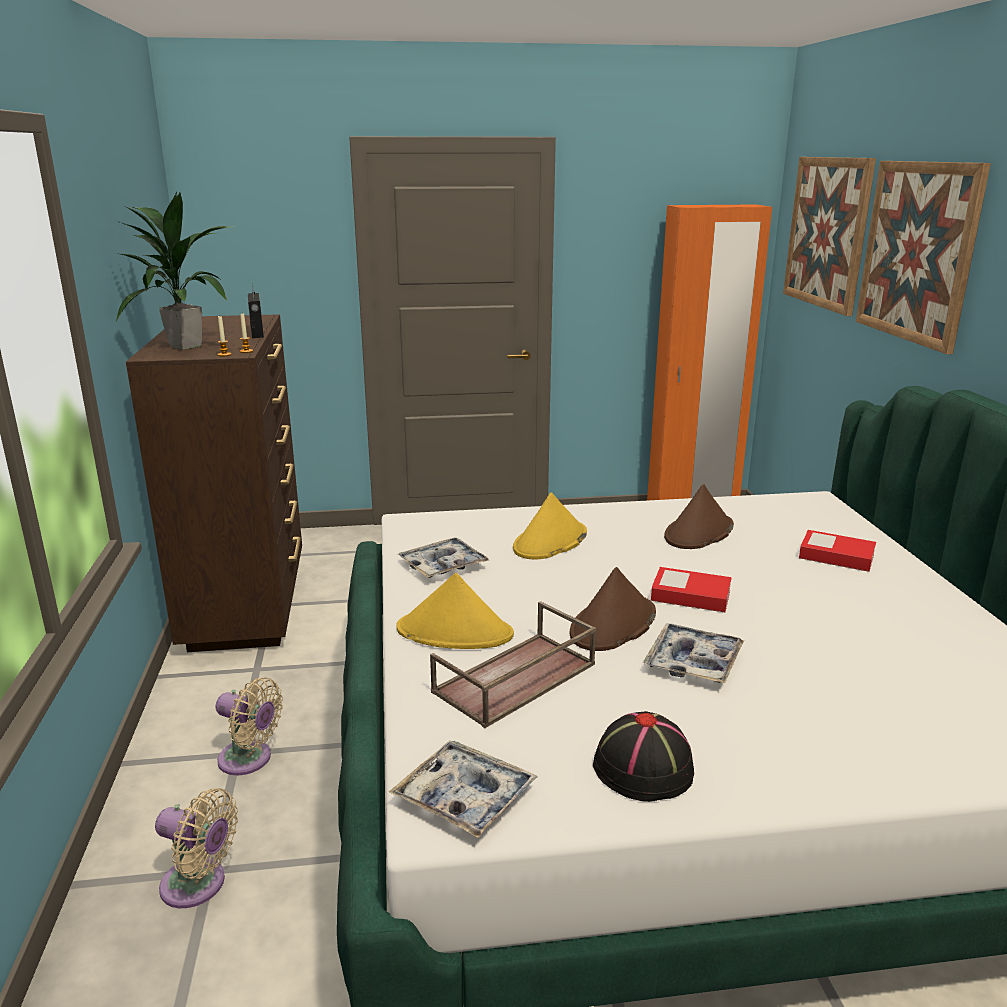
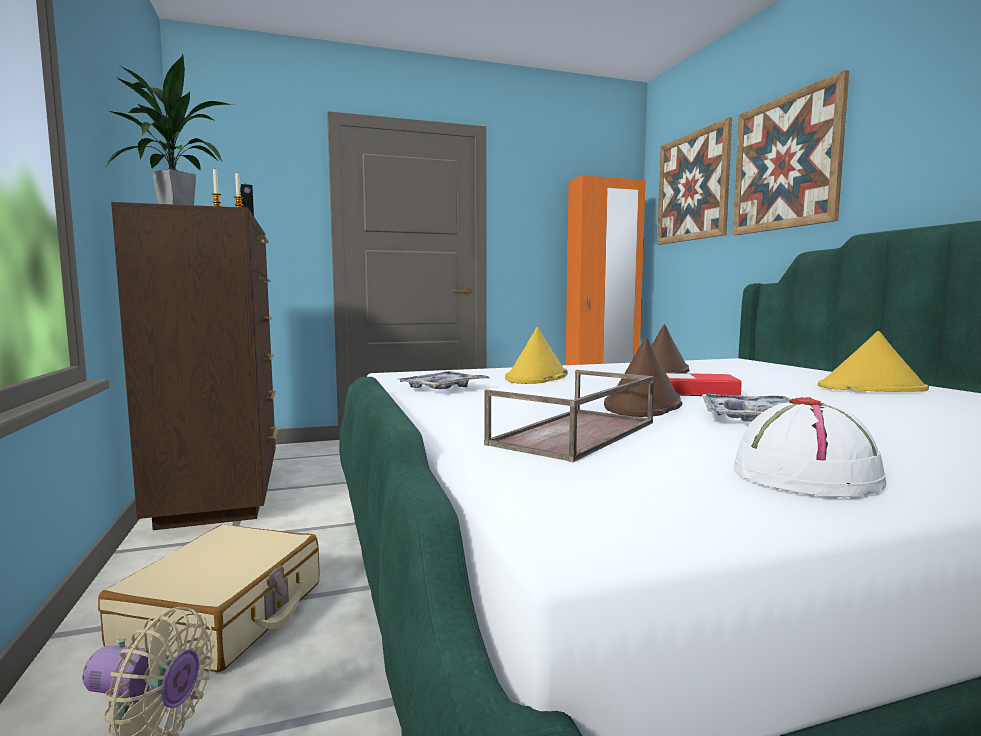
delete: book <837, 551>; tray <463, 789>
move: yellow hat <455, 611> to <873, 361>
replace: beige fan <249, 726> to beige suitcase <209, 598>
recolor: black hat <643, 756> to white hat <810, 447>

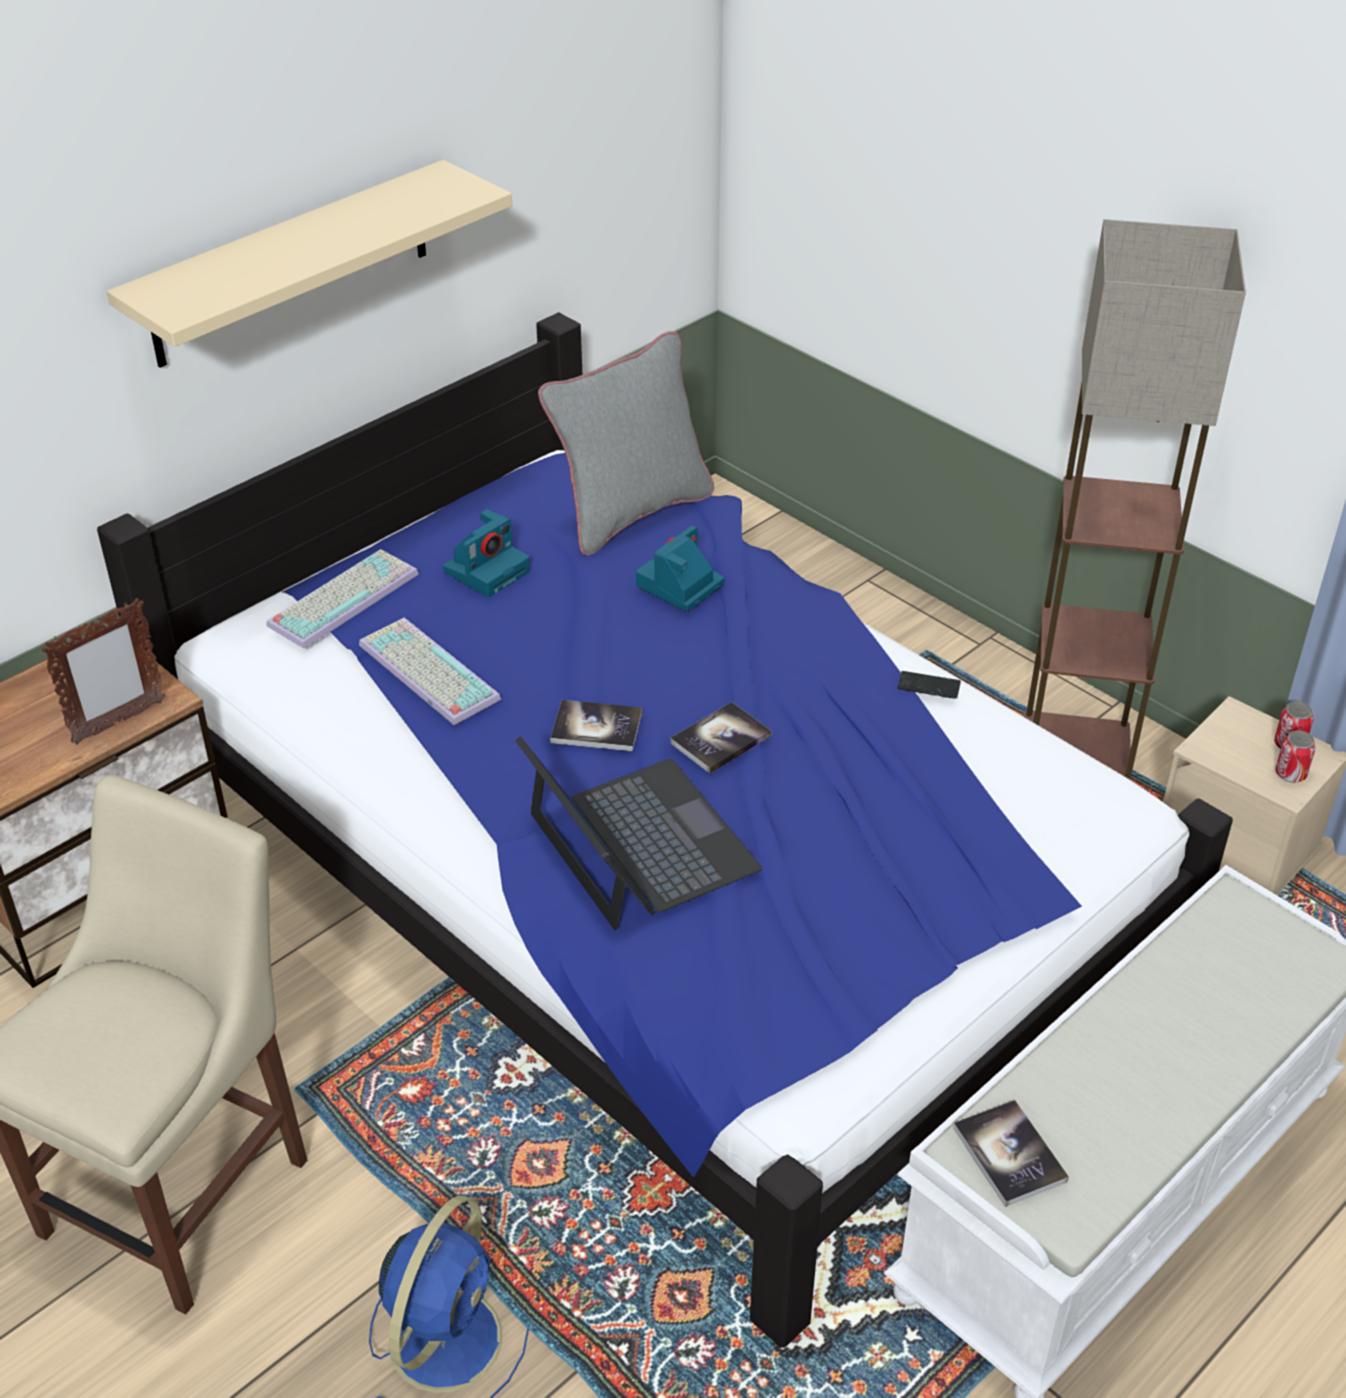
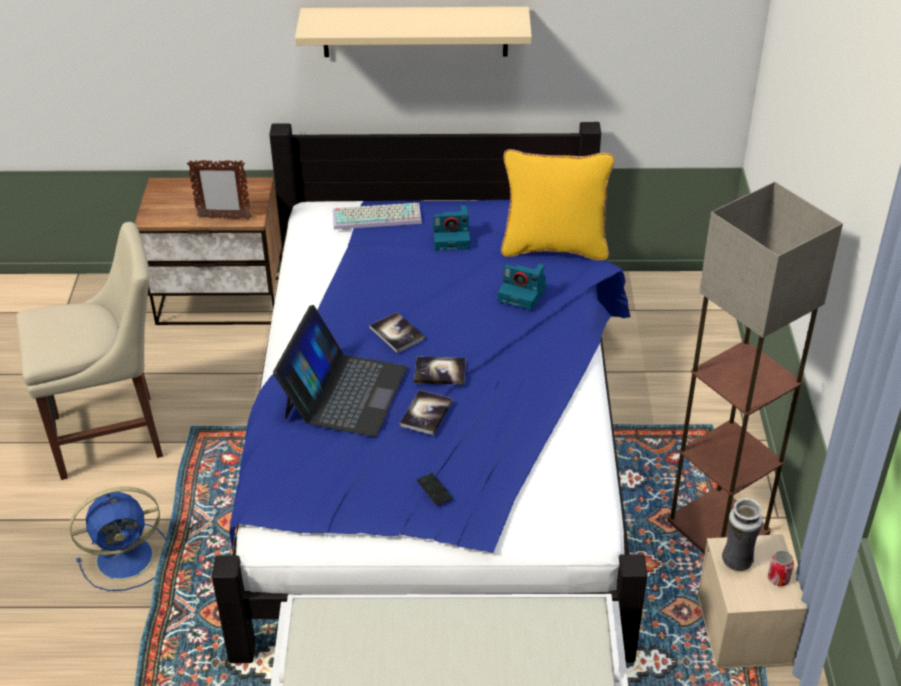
delete: keyboard <430, 671>; can <1295, 757>
insert: vase <742, 534>
move: phone <929, 685> to <435, 489>; book <1011, 1153> to <426, 412>
recolor: grey pillow <626, 443> to yellow pillow <558, 205>
rotate: photo camera <680, 568> = <522, 287> 150 degrees counterclockwise

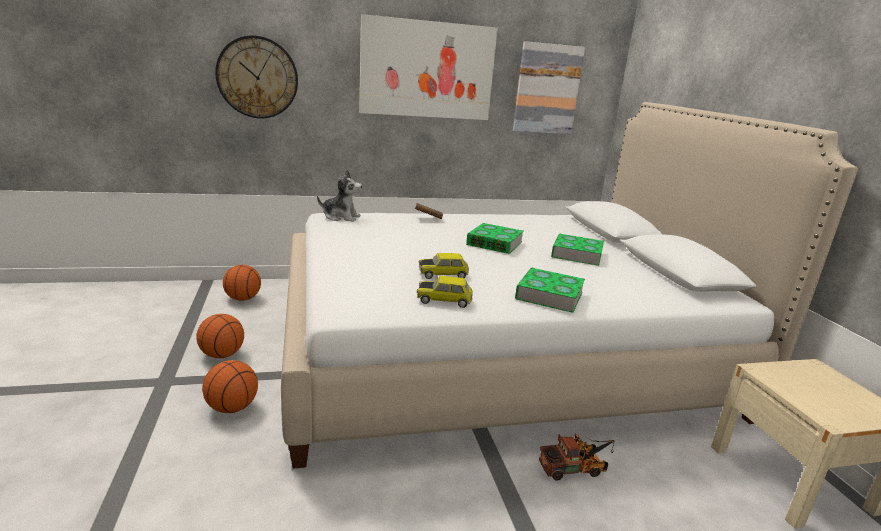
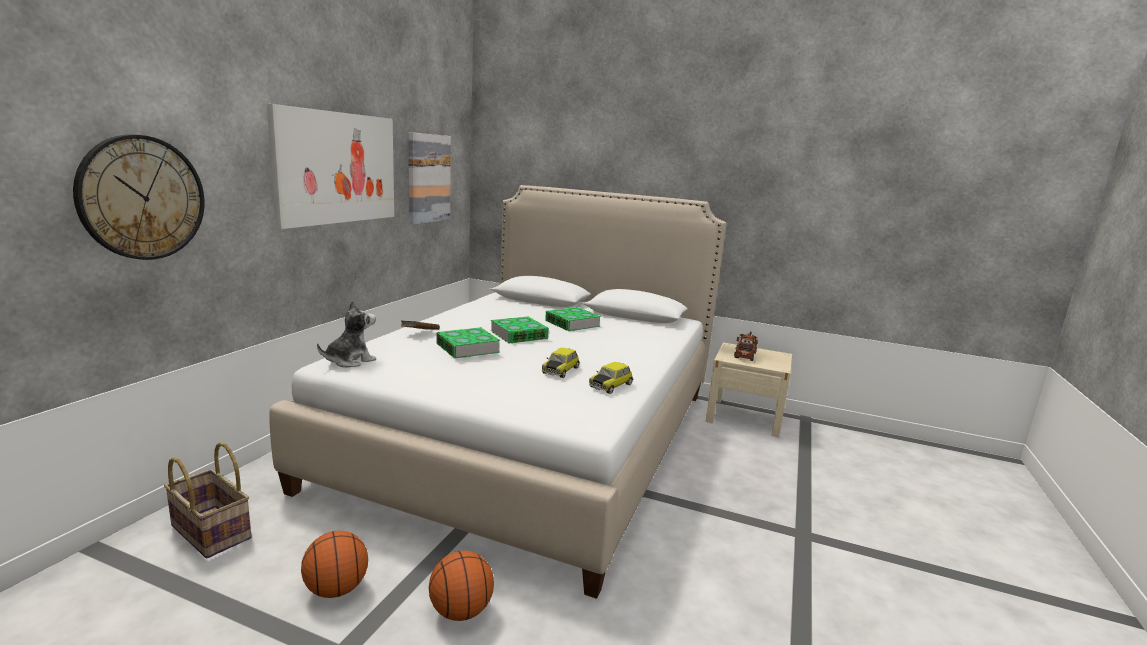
move: book <550, 290> to <468, 342>; toy truck <576, 457> to <746, 346>
replace: basketball <242, 283> to basket <208, 500>

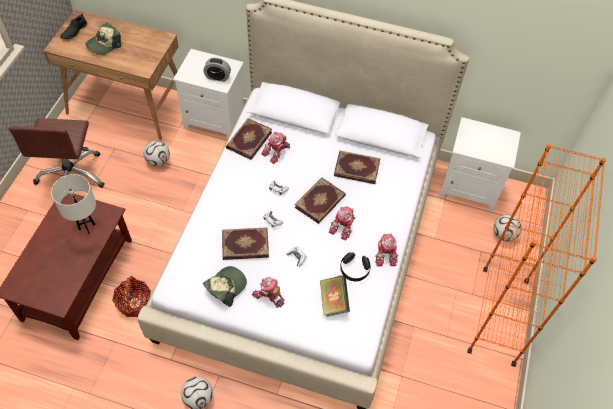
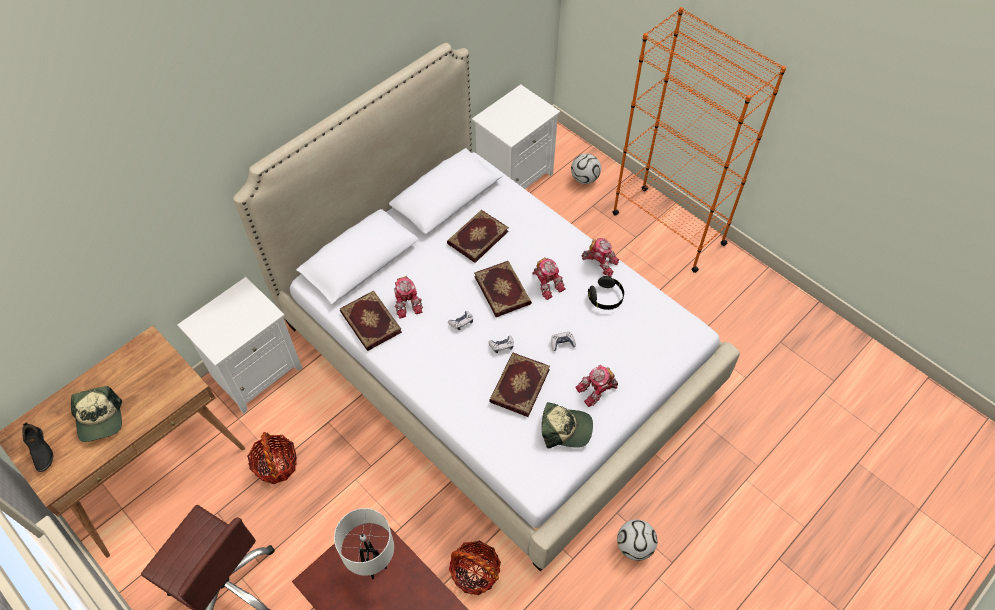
delete: alarm clock <217, 70>; book <335, 296>
replace: football <156, 153> to basket <272, 458>
rotate: cap <225, 286> = <567, 425> 120 degrees clockwise

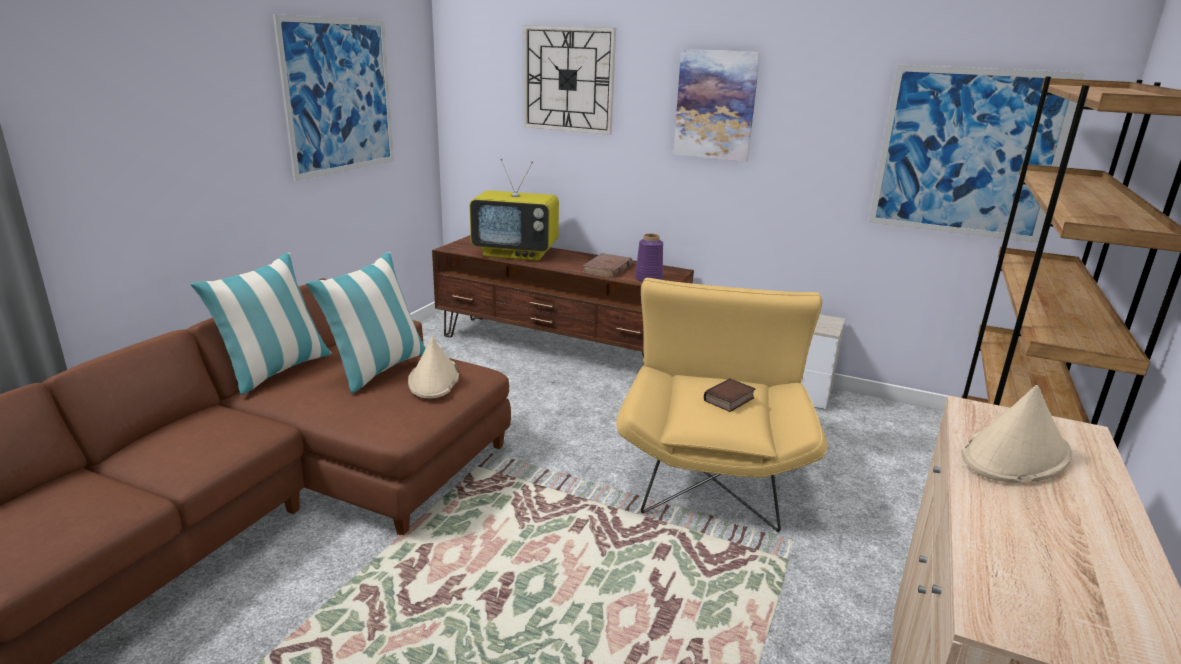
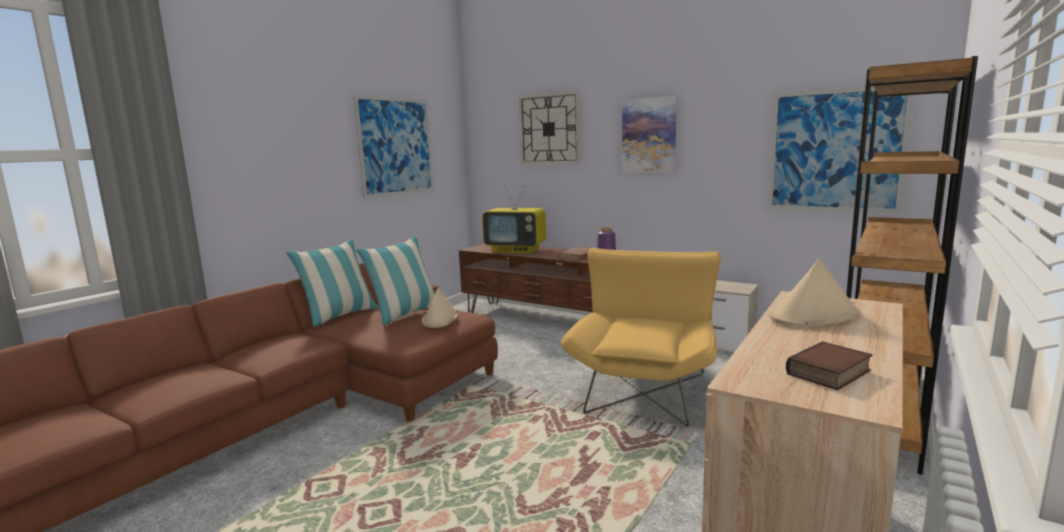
move: book <729, 395> to <829, 365>

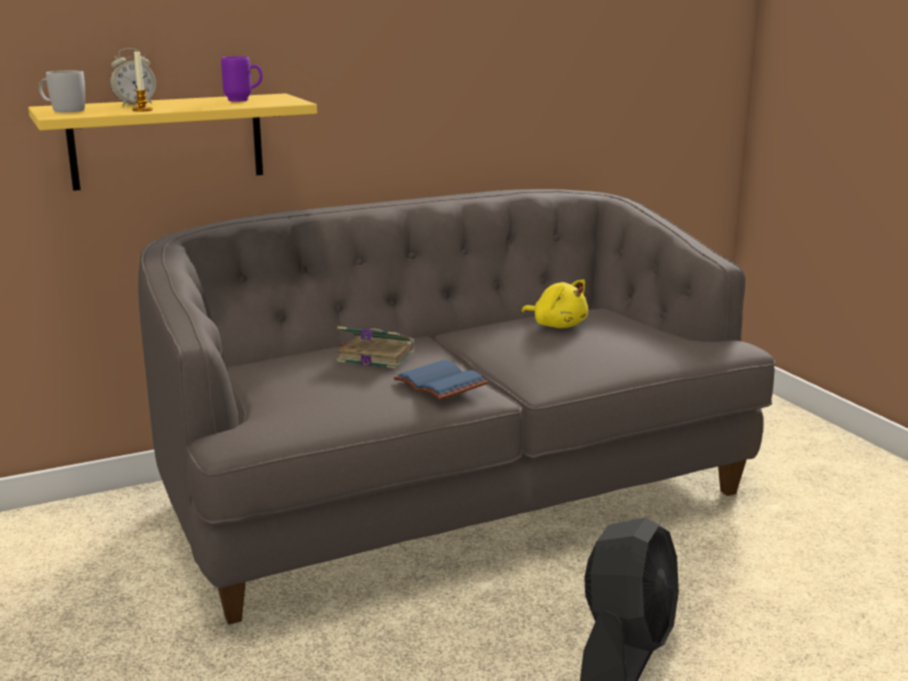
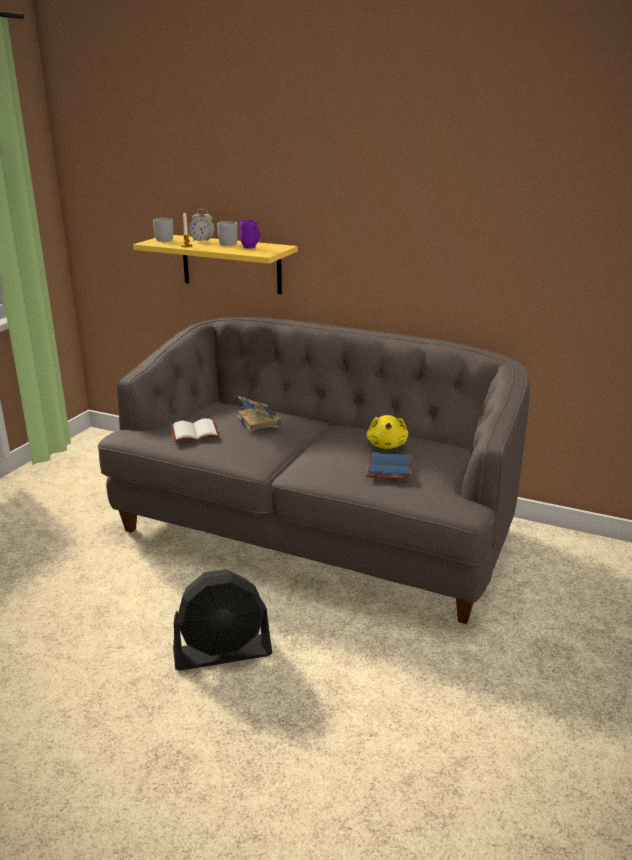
insert: white mug <227, 233>; white book <195, 430>
move: blue book <441, 380> to <389, 466>

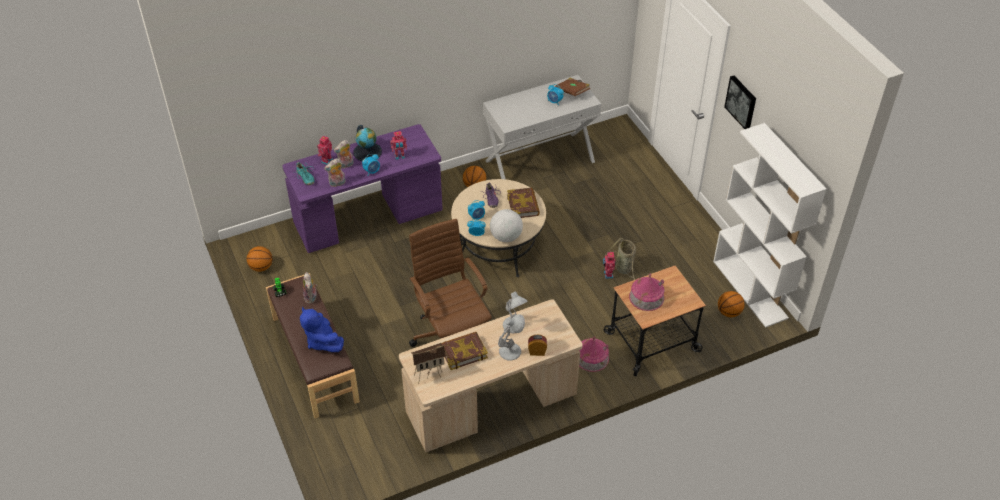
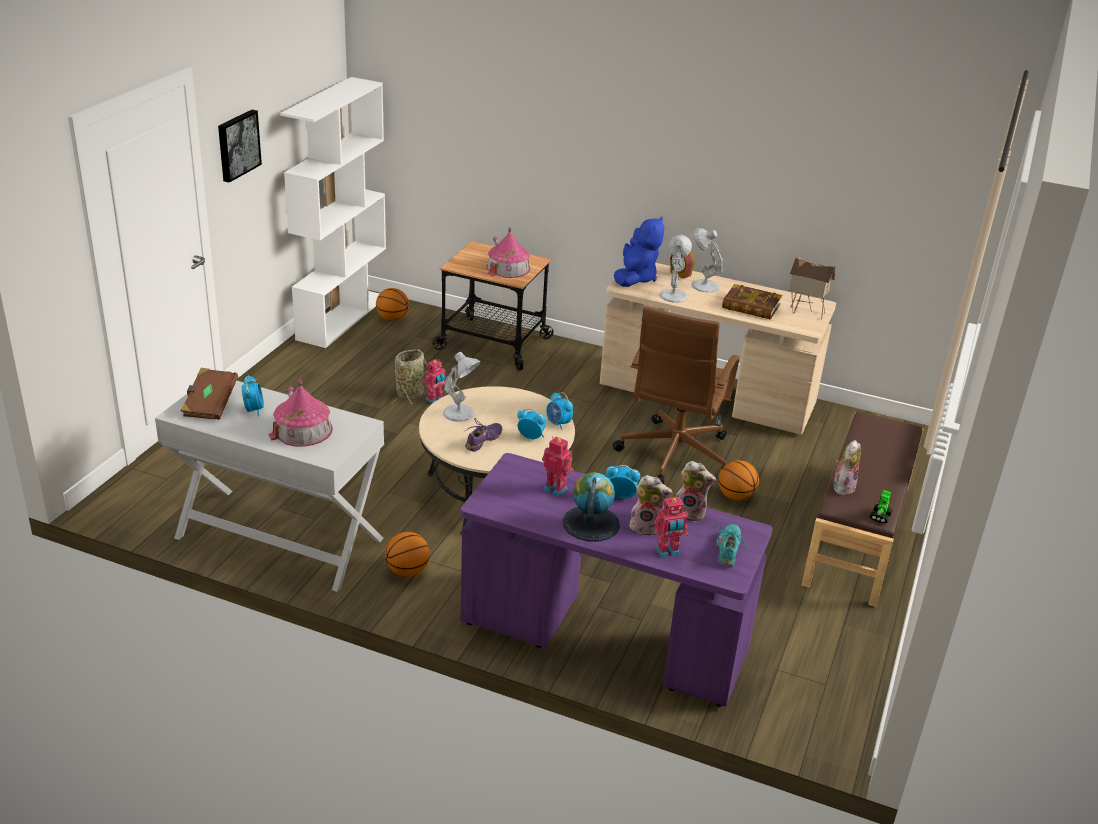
delete: globe <506, 225>
move: basketball <260, 259> to <738, 480>; blue plush toy <322, 329> to <639, 251>; toy house <594, 354> to <301, 413>
replace: book <523, 203> to white table lamp <461, 387>

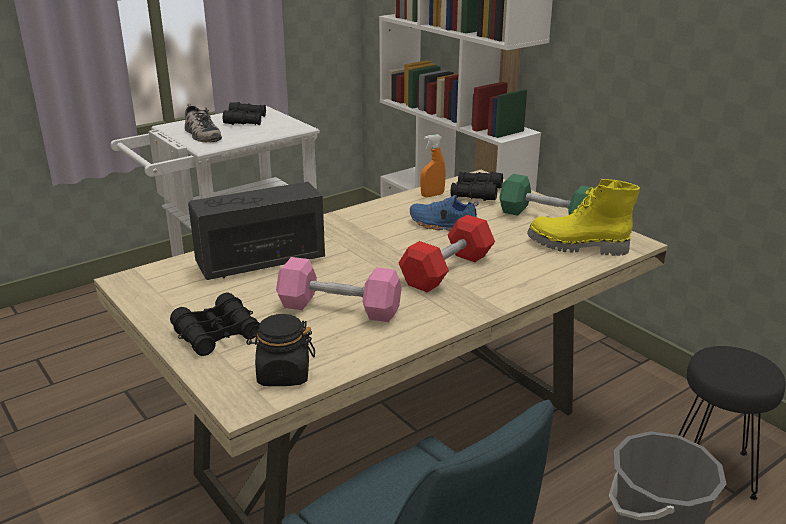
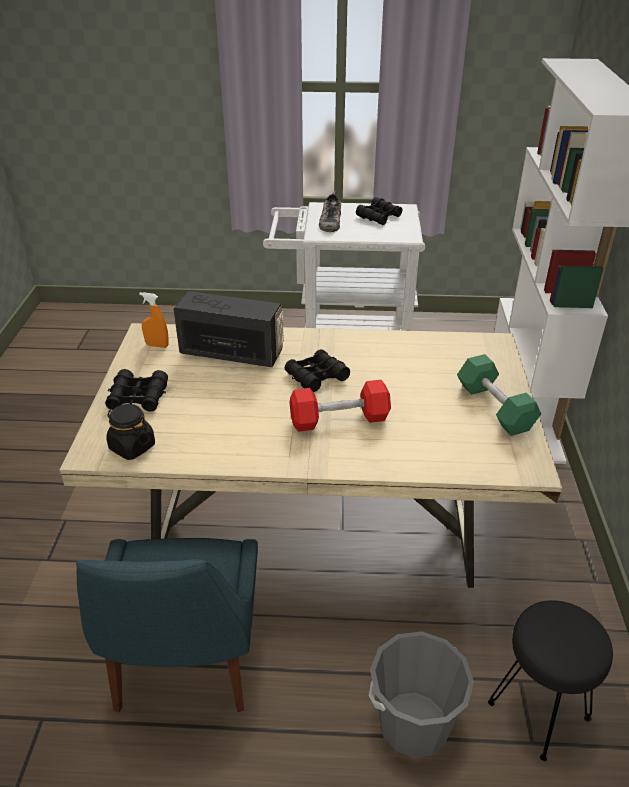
delete: yellow boot <583, 217>; blue shoe <444, 213>; pink dumbbell <339, 289>
move: orange spray bottle <433, 165> to <154, 320>; black binoculars <476, 186> to <317, 370>

